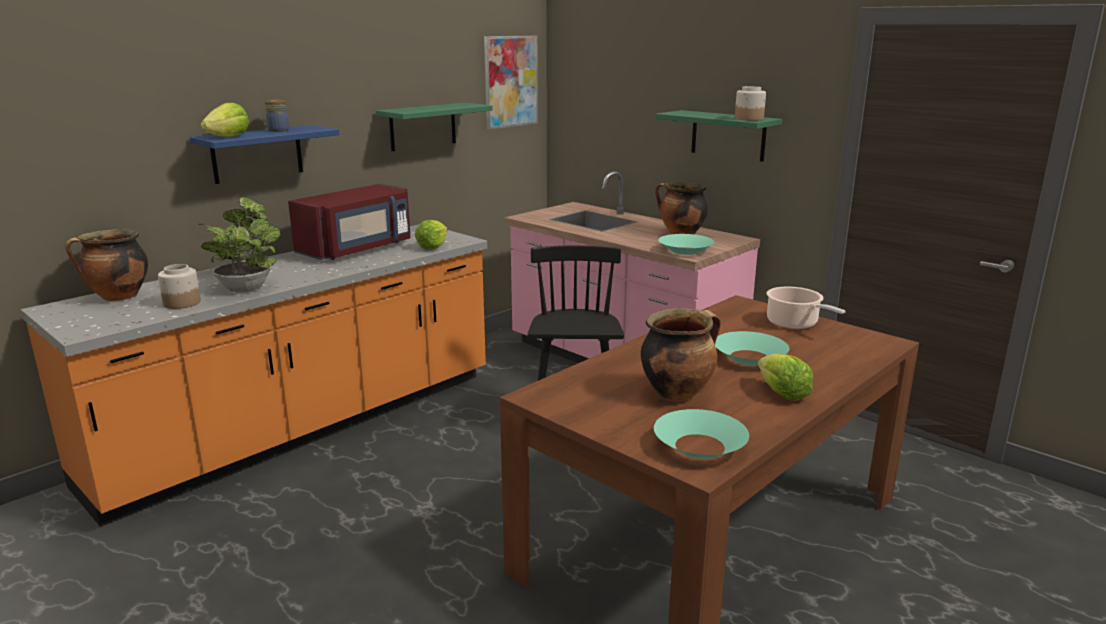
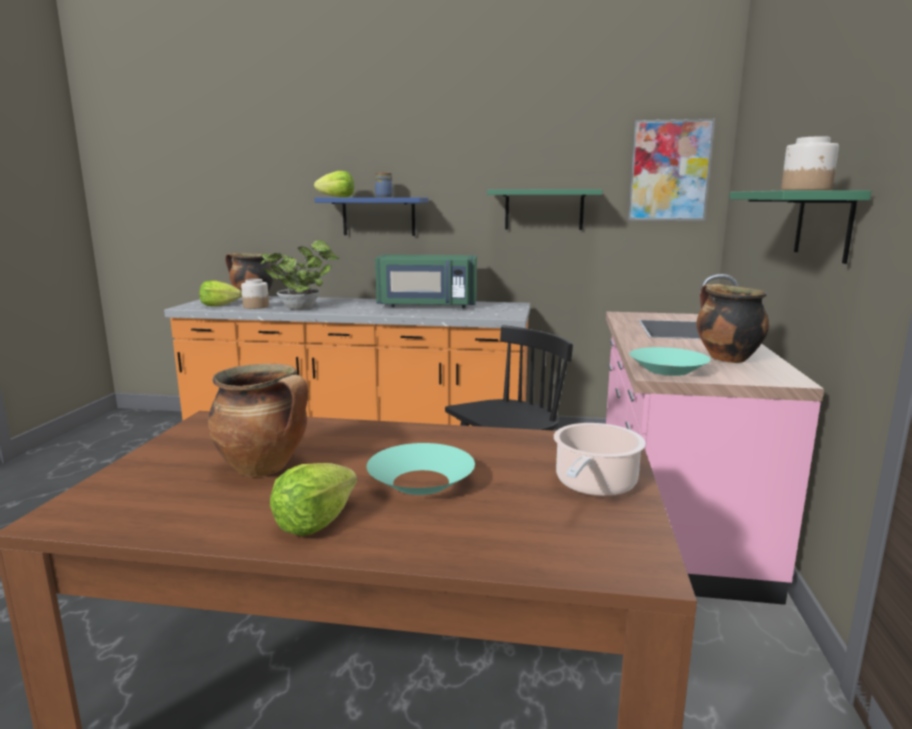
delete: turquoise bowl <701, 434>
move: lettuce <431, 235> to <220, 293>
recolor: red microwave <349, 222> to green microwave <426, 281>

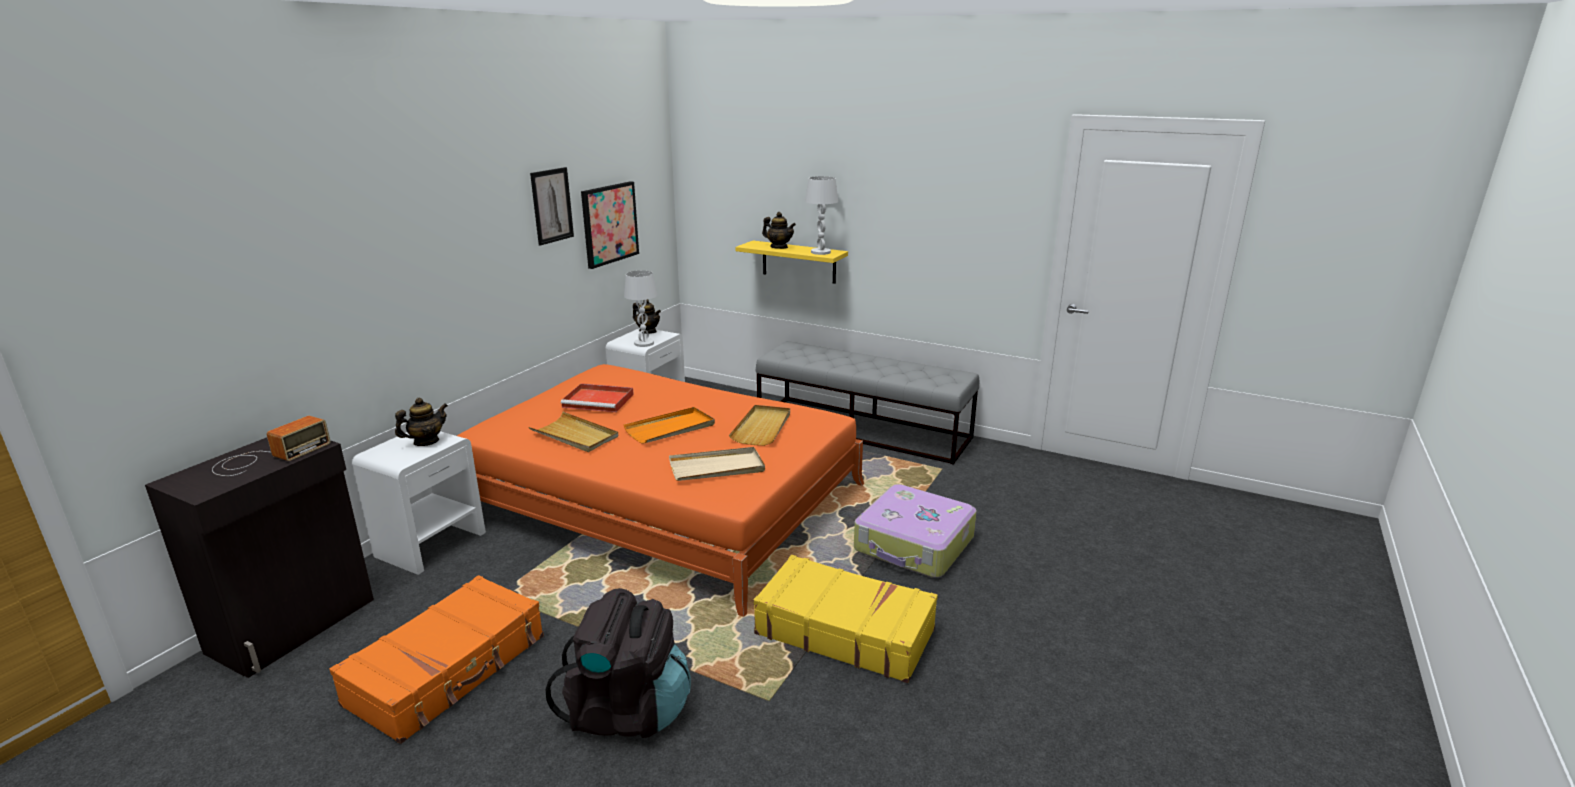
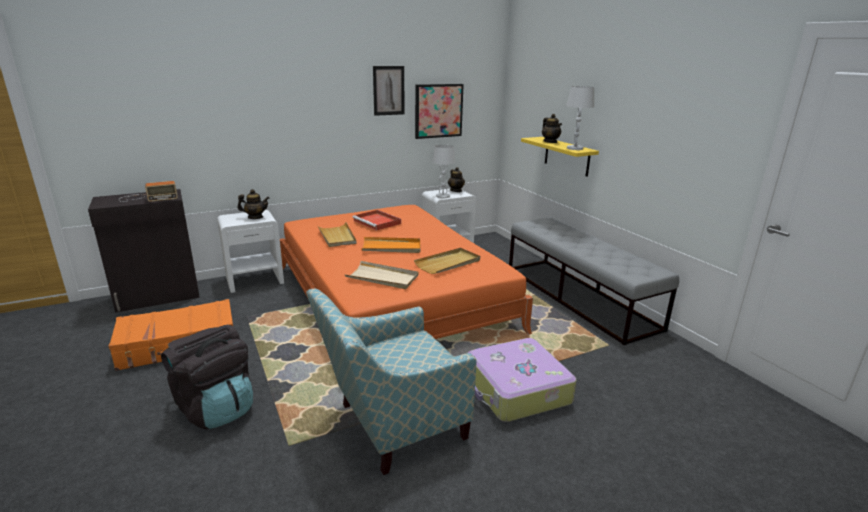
replace: yellow suitcase <845, 619> to armchair <391, 381>

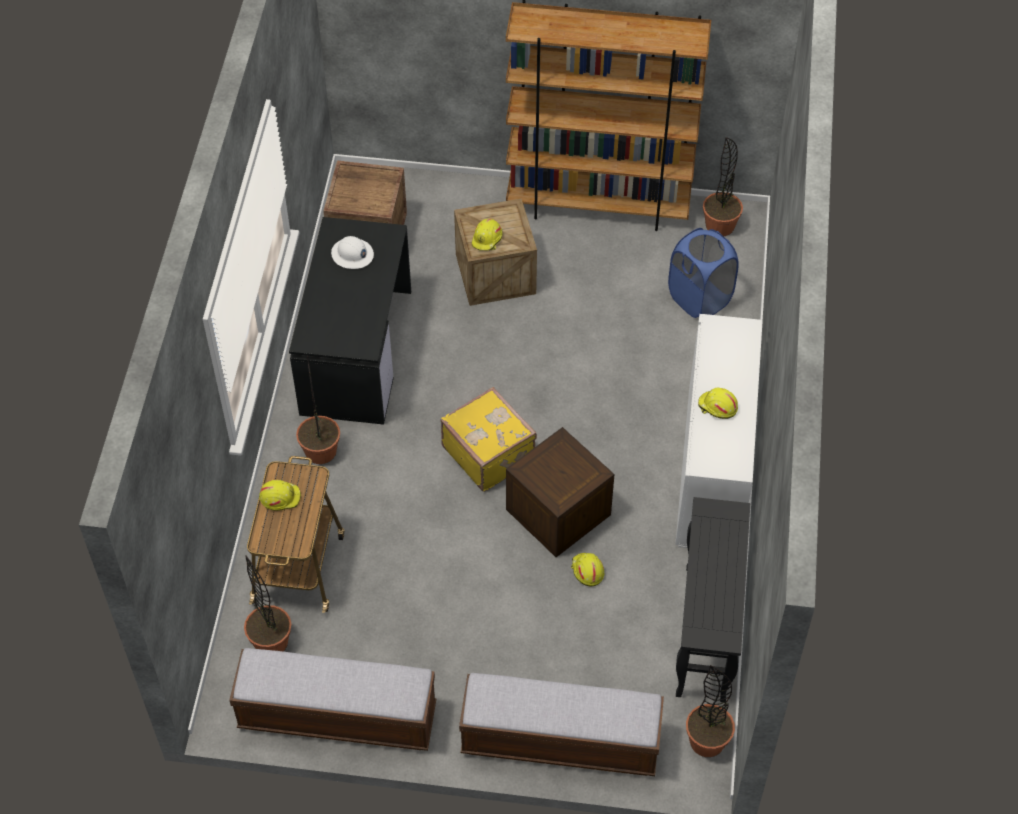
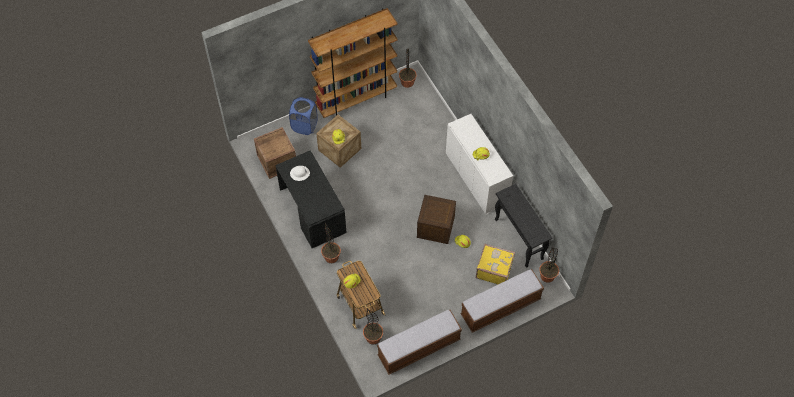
move: blue laundry basket <703, 273> to <303, 116>; yellow suitcase <489, 439> to <495, 264>

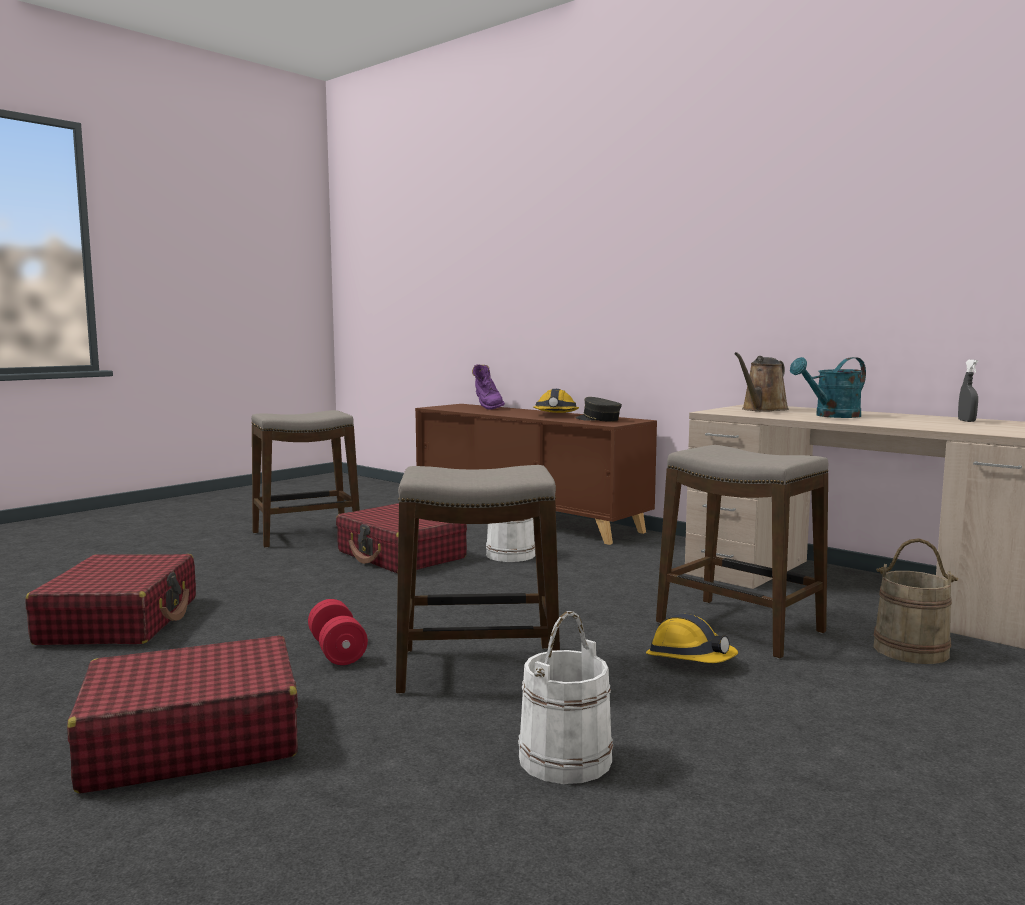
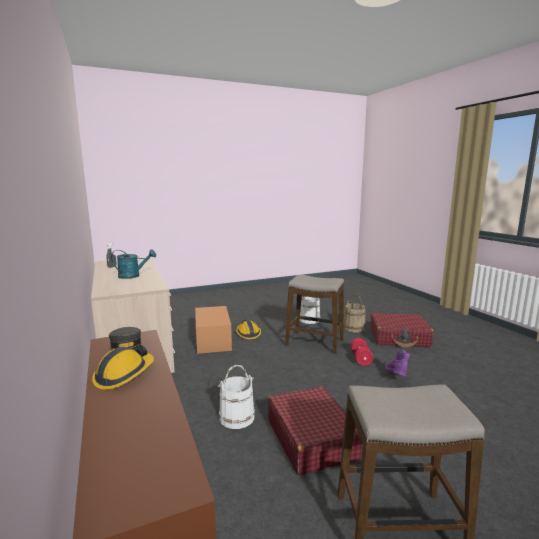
delete: brown watering can <761, 381>; red suitcase <111, 599>
move: purple boot <488, 386> to <398, 363>; beige bucket <916, 601> to <354, 313>
replace: stool <742, 552> to cardboard box <213, 330>

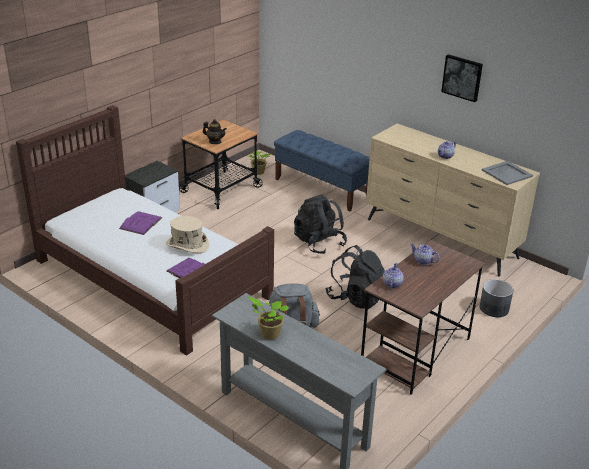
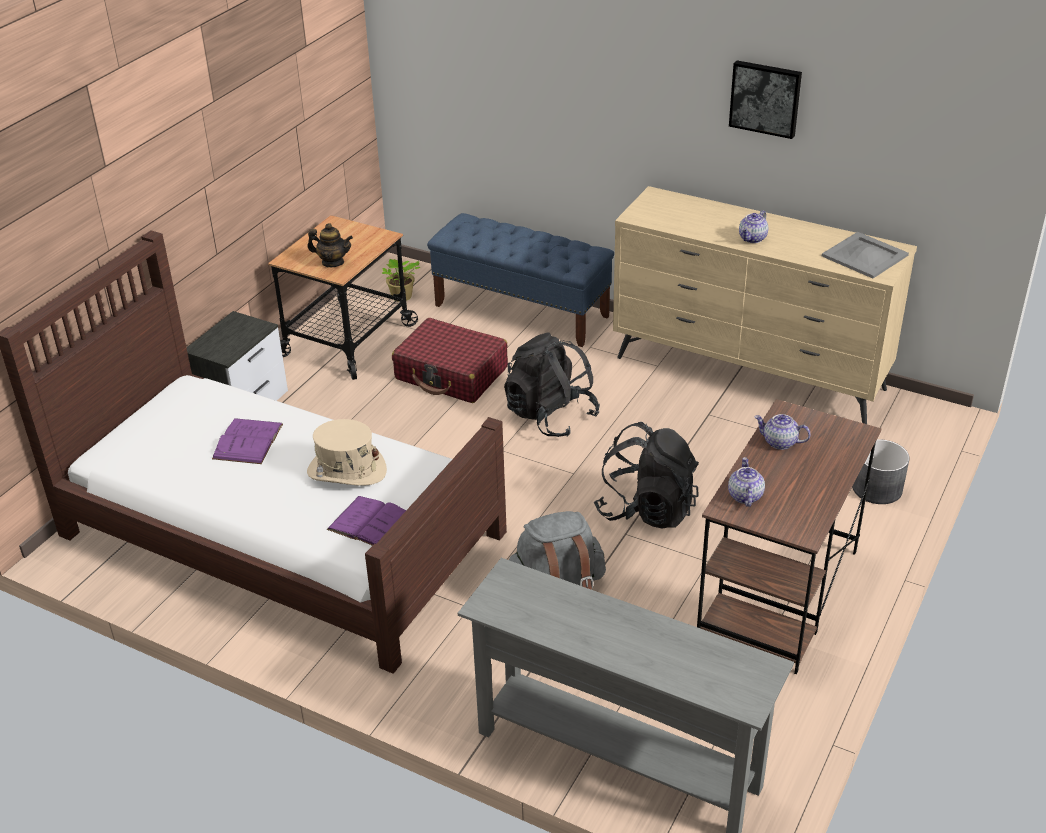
delete: potted plant <268, 318>
insert: red suitcase <450, 360>

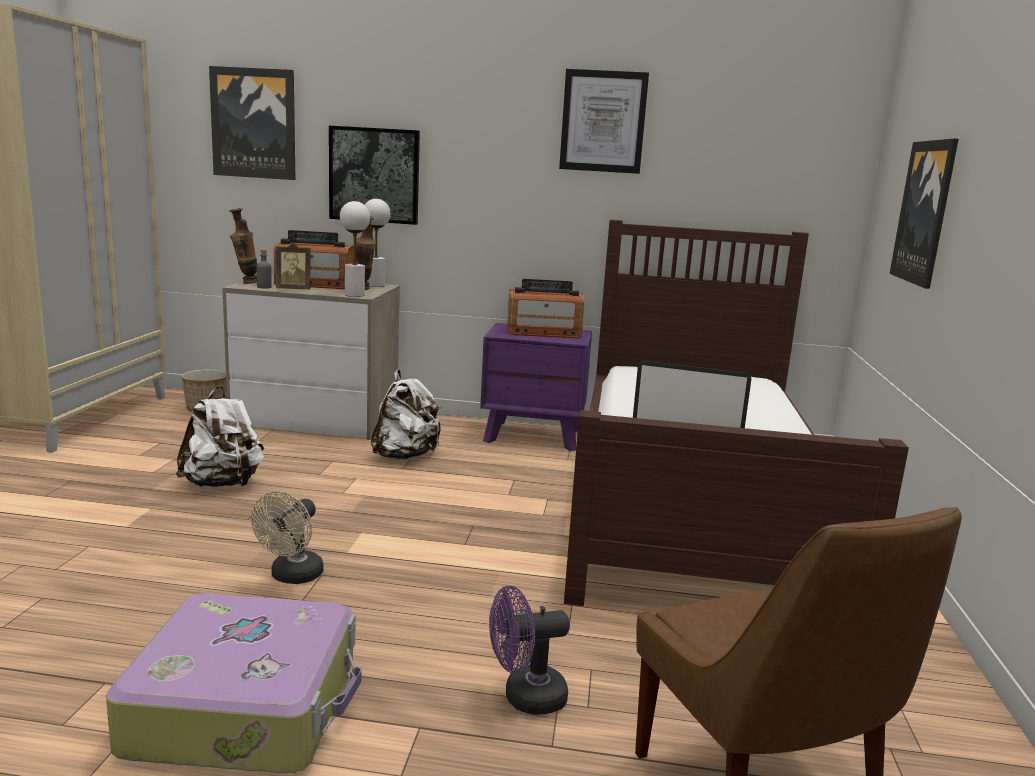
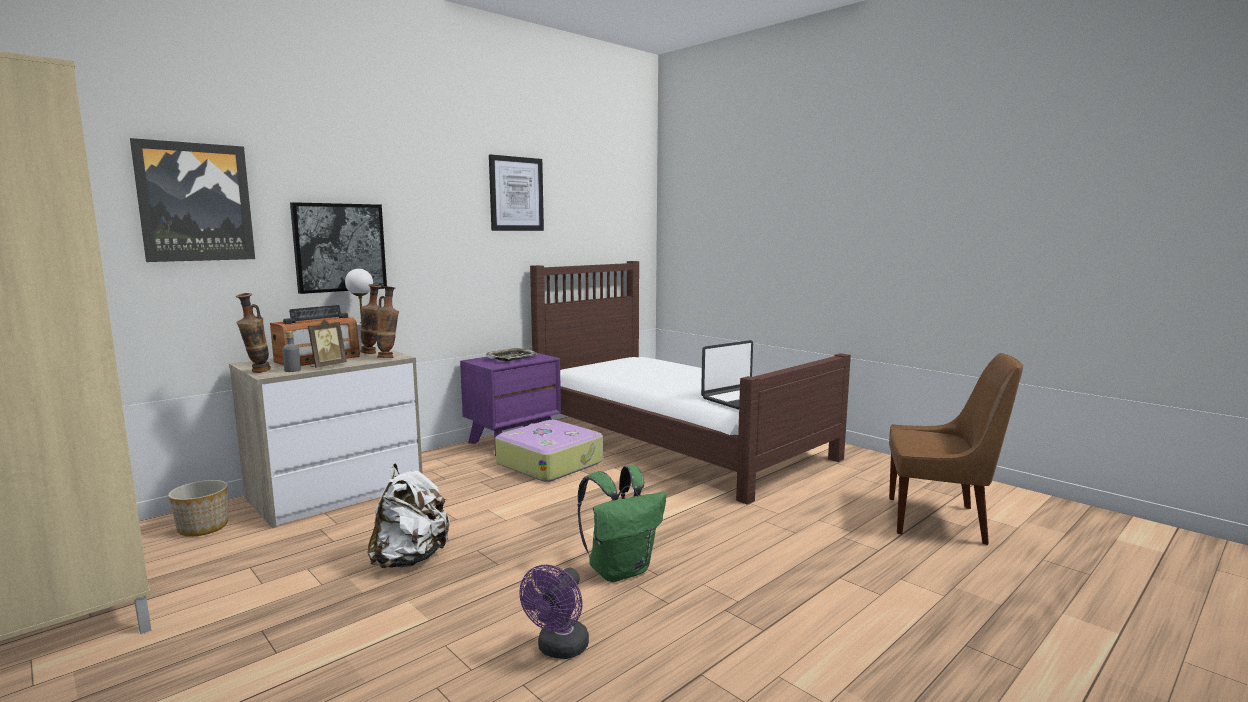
delete: picture <924, 214>; white backpack <406, 414>
move: purple fan <529, 650> to <554, 611>; suitcase <234, 683> to <549, 451>
replace: white table lamp <355, 249> to vase <388, 322>; radio <545, 308> to tray <511, 354>; beige fan <287, 537> to green backpack <622, 523>

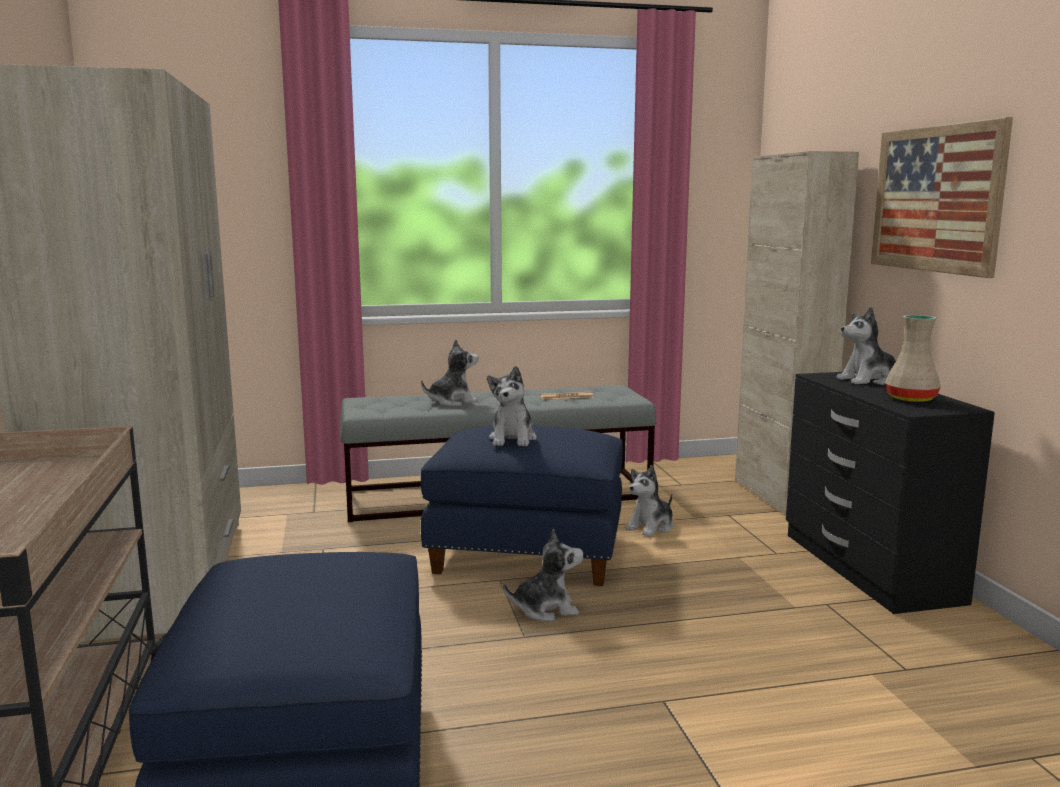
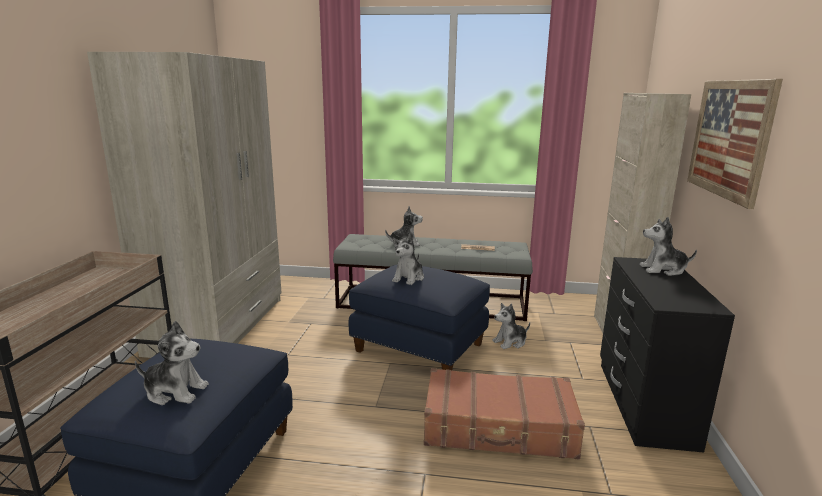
delete: beige vase <913, 358>
insert: brown suitcase <504, 414>
move: plush toy <543, 575> to <172, 363>

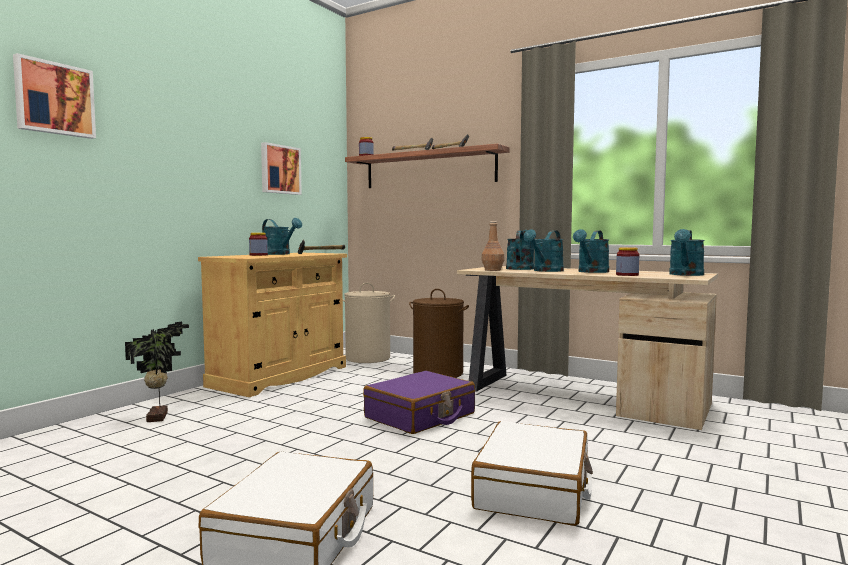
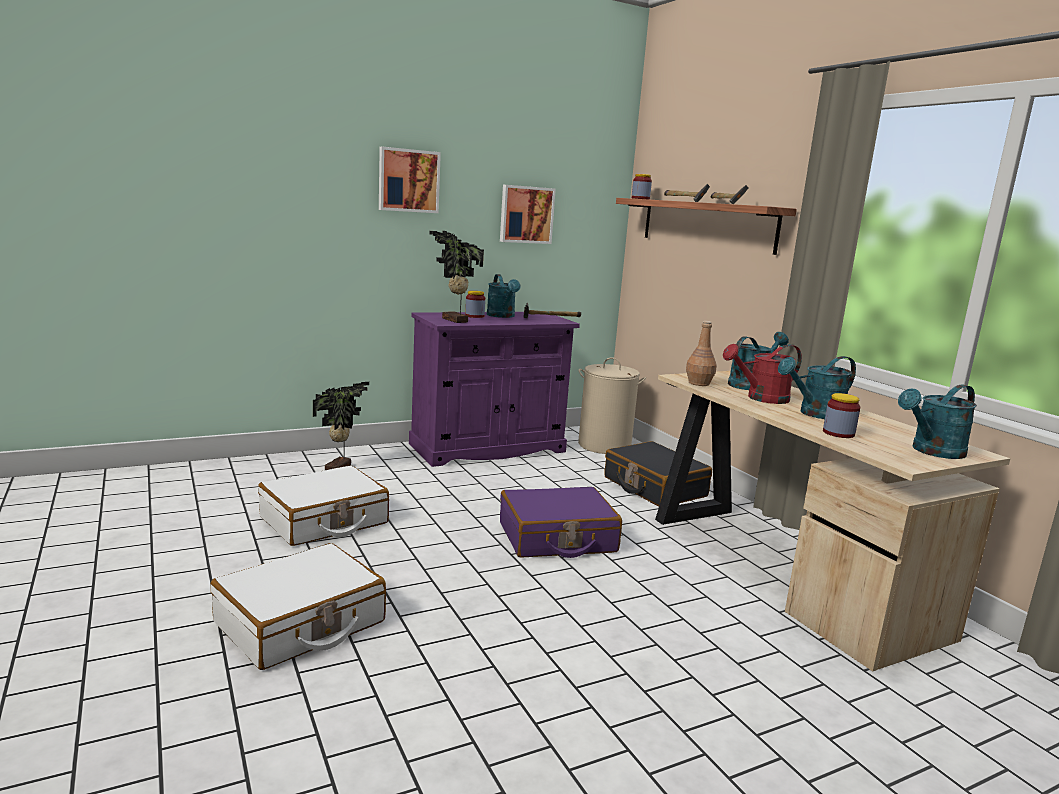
insert: potted plant <456, 277>
move: picture <54, 96> to <410, 180>; white suitcase <532, 473> to <323, 506>
replace: brown laundry basket <439, 333> to black suitcase <658, 473>
recolor: turquoise watering can <543, 250> to red watering can <762, 374>; beige cabinet <272, 325> to purple cabinet <494, 389>

